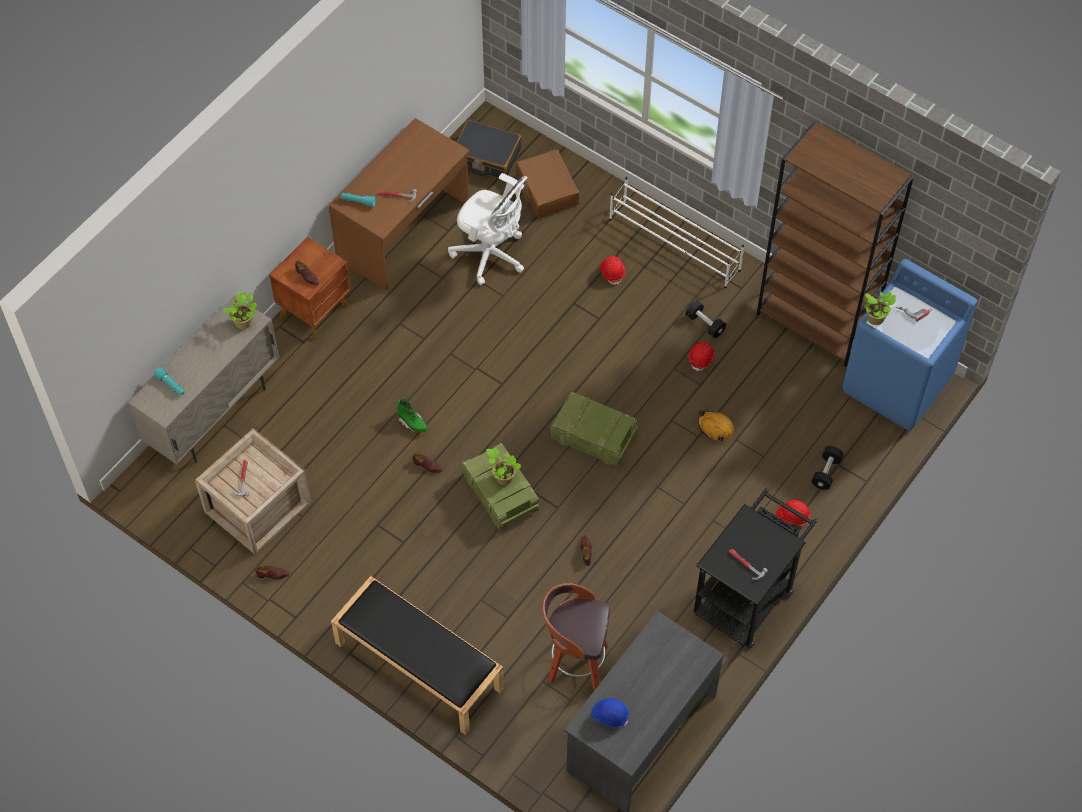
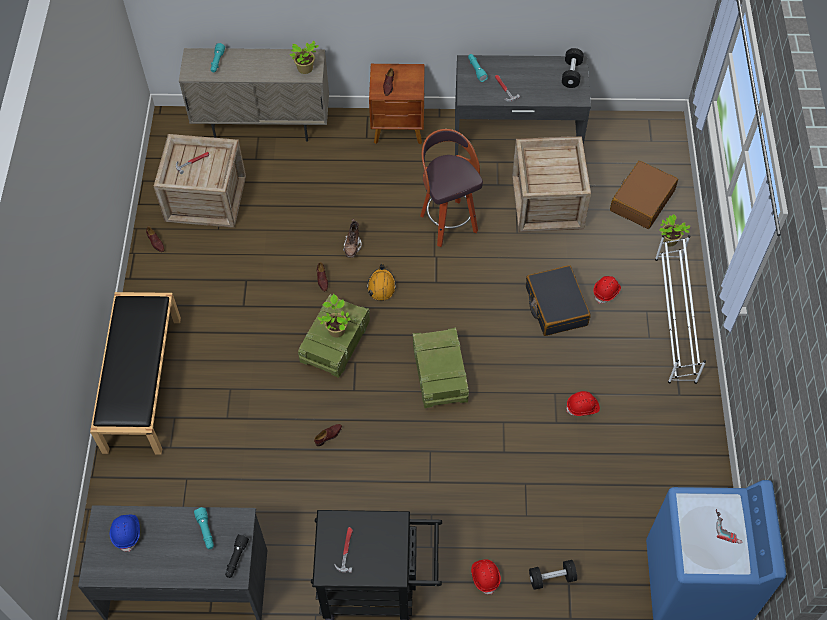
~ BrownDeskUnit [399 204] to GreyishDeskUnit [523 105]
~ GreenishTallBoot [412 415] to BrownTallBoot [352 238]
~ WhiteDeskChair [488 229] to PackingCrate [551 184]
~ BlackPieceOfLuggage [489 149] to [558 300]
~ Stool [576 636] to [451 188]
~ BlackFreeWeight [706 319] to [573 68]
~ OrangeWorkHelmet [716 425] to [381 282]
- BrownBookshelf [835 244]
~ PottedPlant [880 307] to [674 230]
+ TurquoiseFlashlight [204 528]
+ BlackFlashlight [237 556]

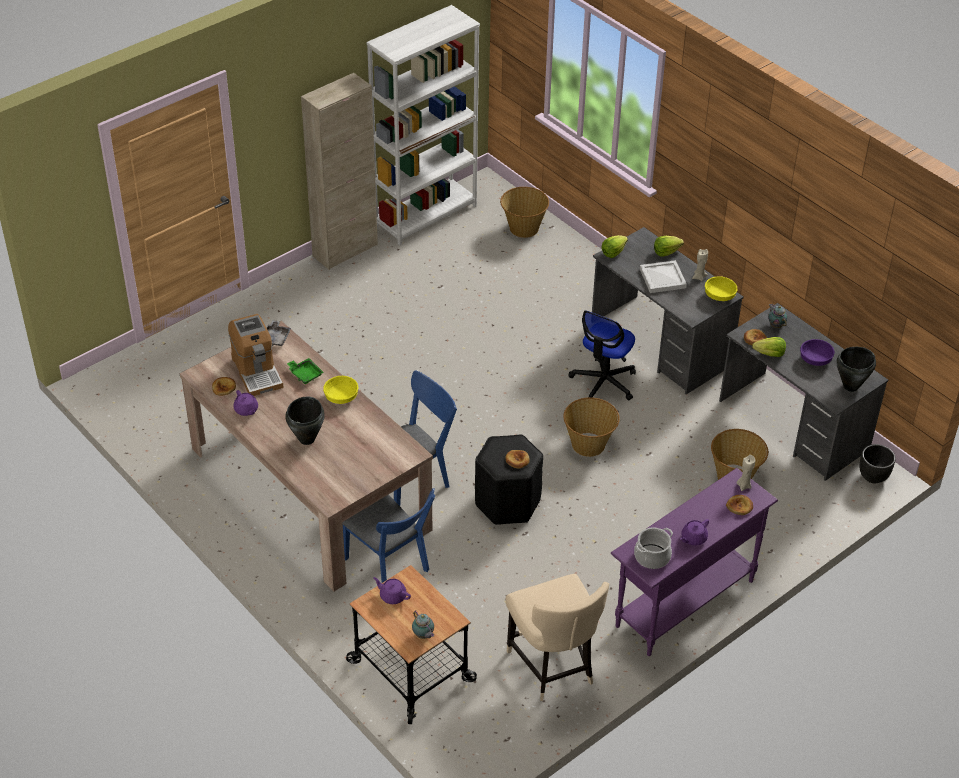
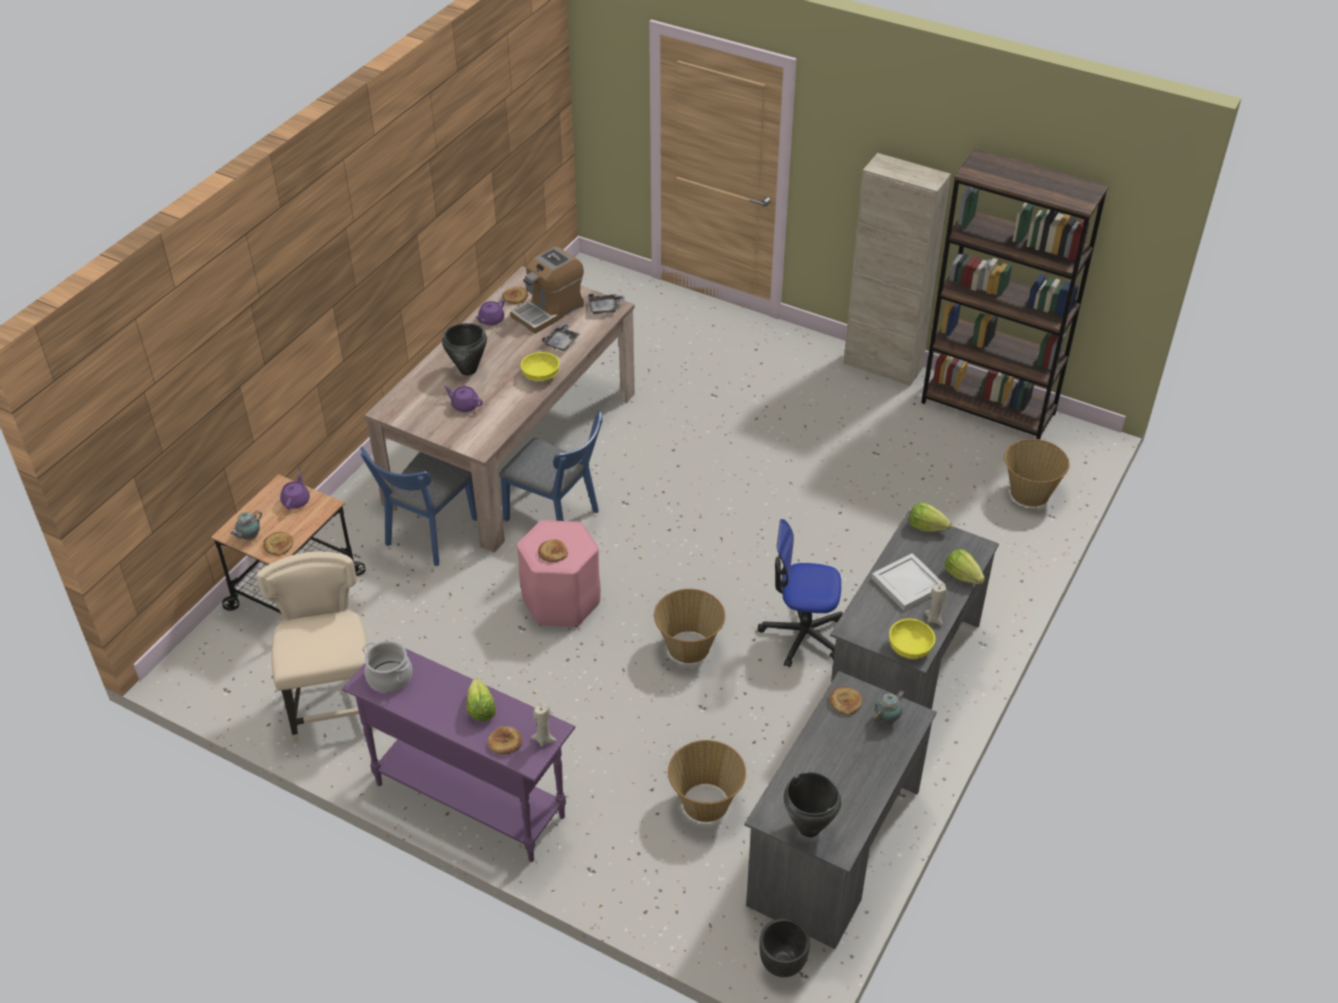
~ GreenishServingTray [305 371] to GreyishServingTray [561 336]
~ WhiteBookshelf [423 125] to BrownBookshelf [1015 293]
~ BlackStool [509 480] to PinkishStool [559 573]
~ SandColouredUprightChair [557 637] = [312 647] 120 degrees clockwise
~ PurplishTeapot [694 532] to [463 399]
~ LettuceHead [769 347] to [481 700]
- PurplishBowl [817 352]
+ Bread [278 544]

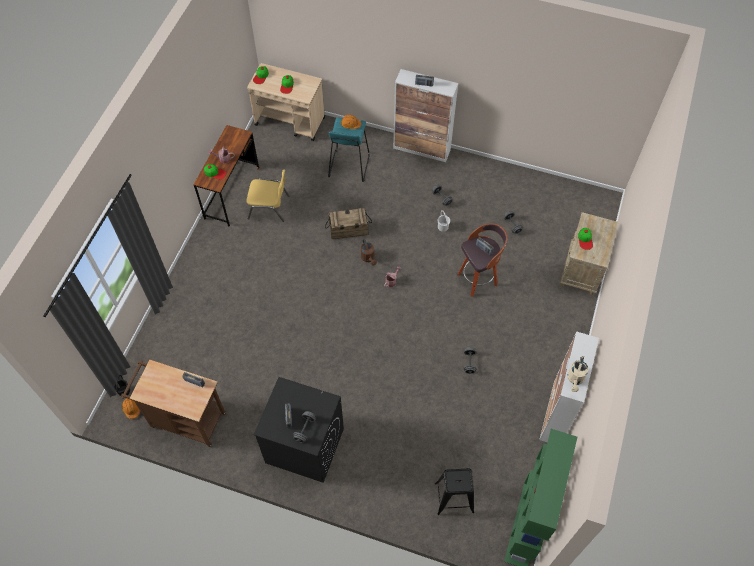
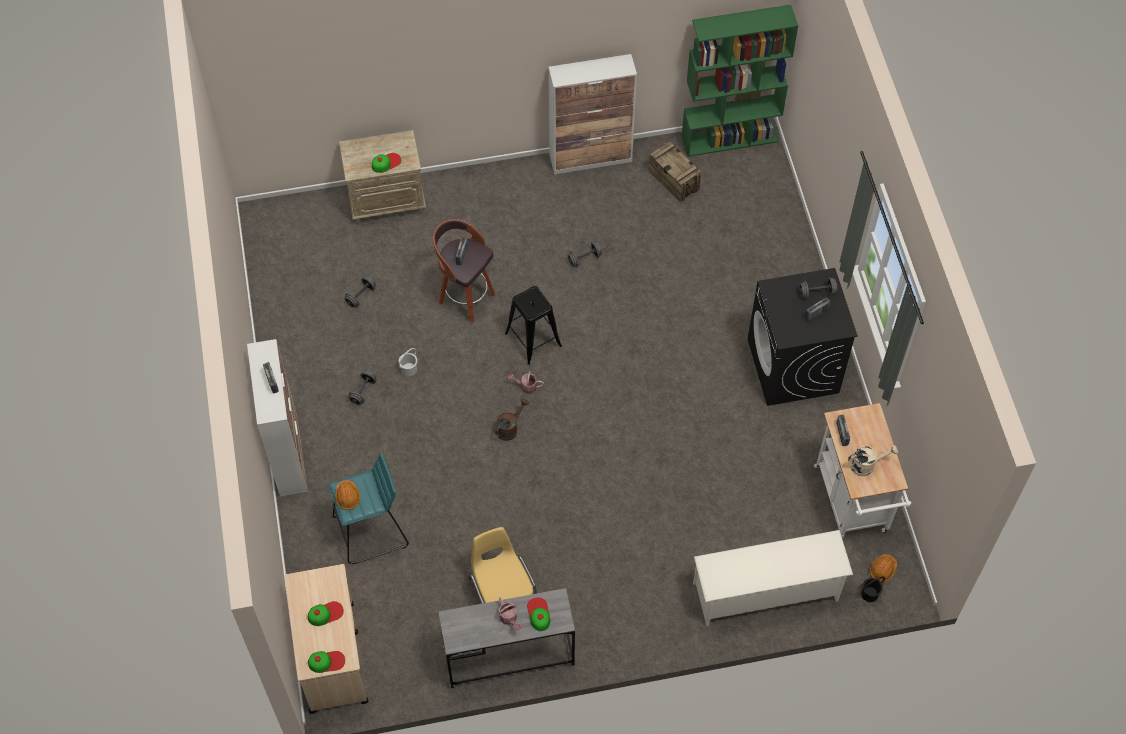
~ BrownTrolley [173 403] to WhiteTrolley [862 470]
~ BrownDeskUnit [226 175] to GreyishDeskUnit [507 638]
~ PackingCrate [348 223] to [674 171]
~ BlackStool [454 491] to [533 325]
~ SandColouredSprinklingCan [578 374] to [873 460]
+ WhiteShoeRack [773 578]

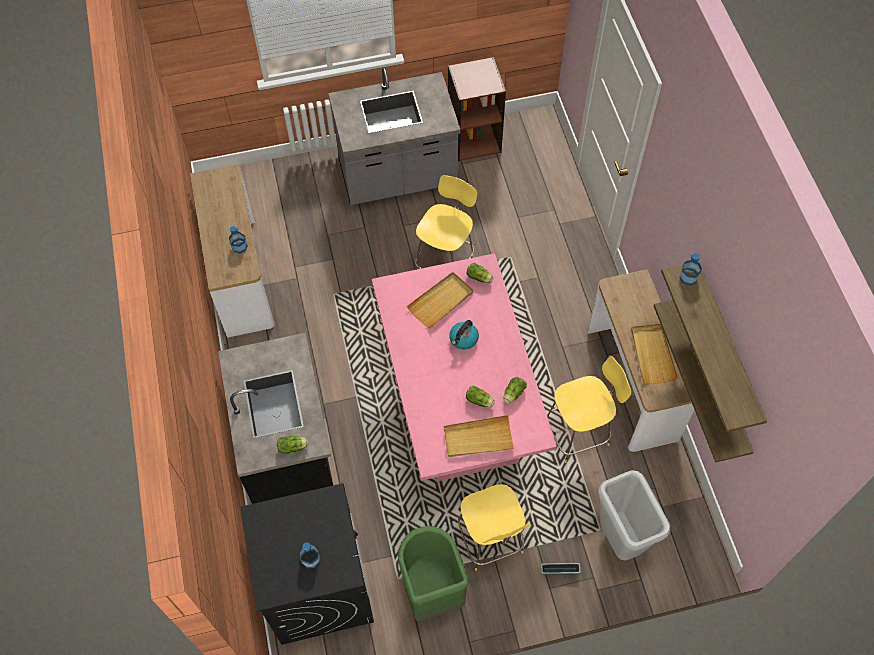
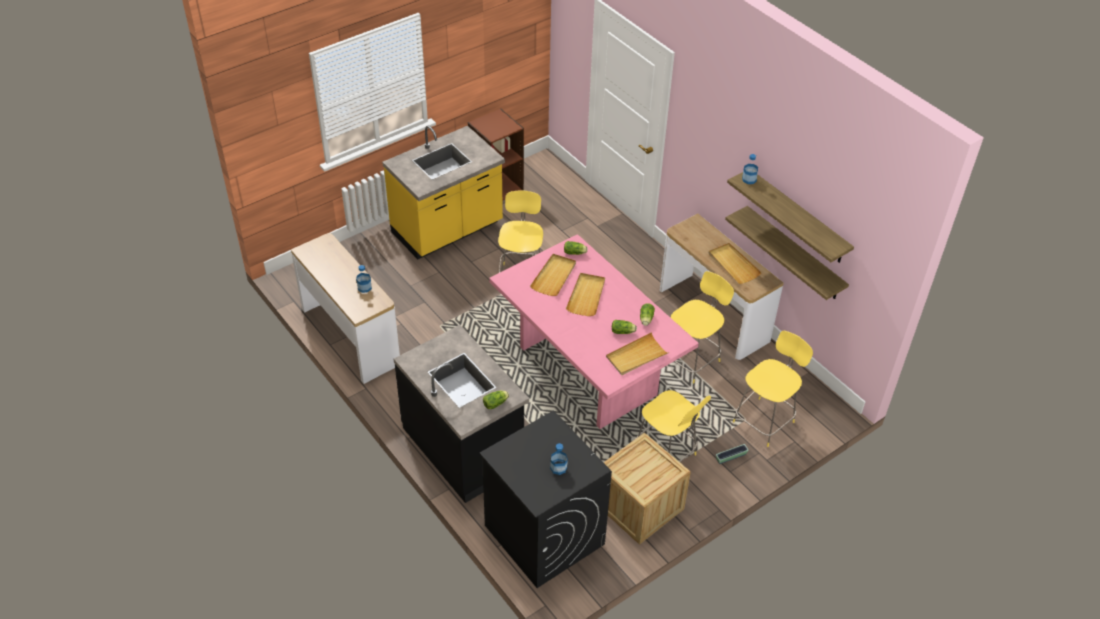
~ GreyishKitchenBaseUnit [394 136] to YellowKitchenBaseUnit [443 192]
~ GreenishRubbishBin [433 573] to PackingCrate [647 488]
~ WaterKettle [464 334] to SandColouredServingTray [585 294]
~ GreyishRubbishBin [634 515] to YellowStool [773 389]

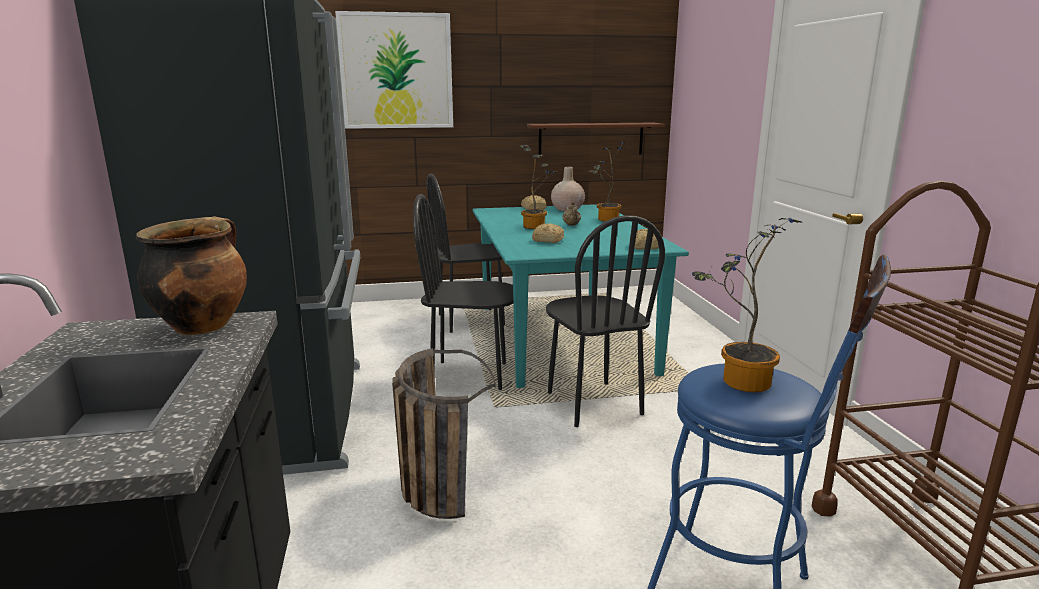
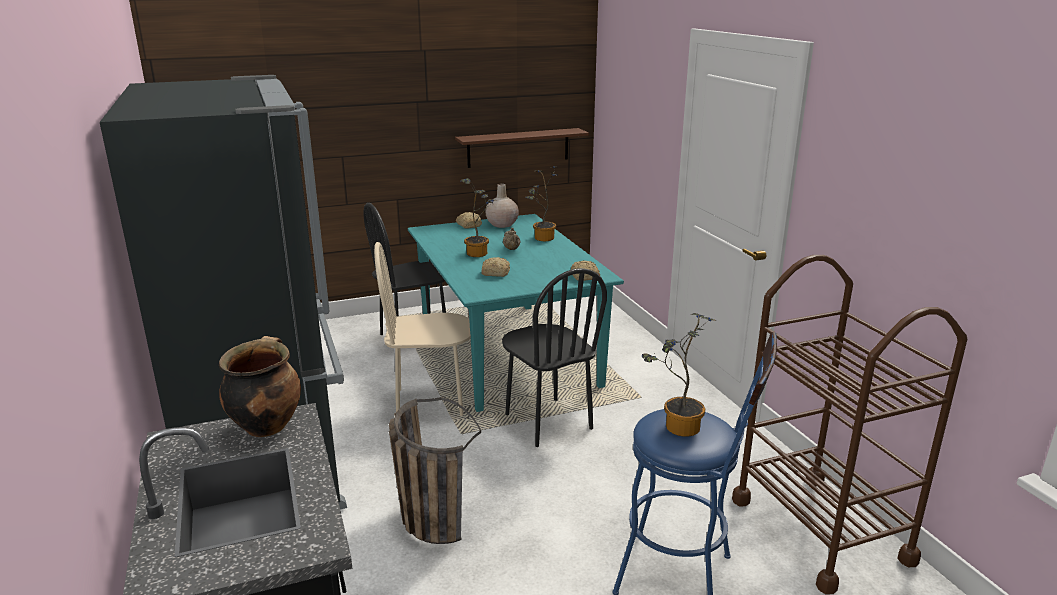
- Picture [394 70]
~ BlackUprightChair [463 292] to SandColouredUprightChair [422 329]

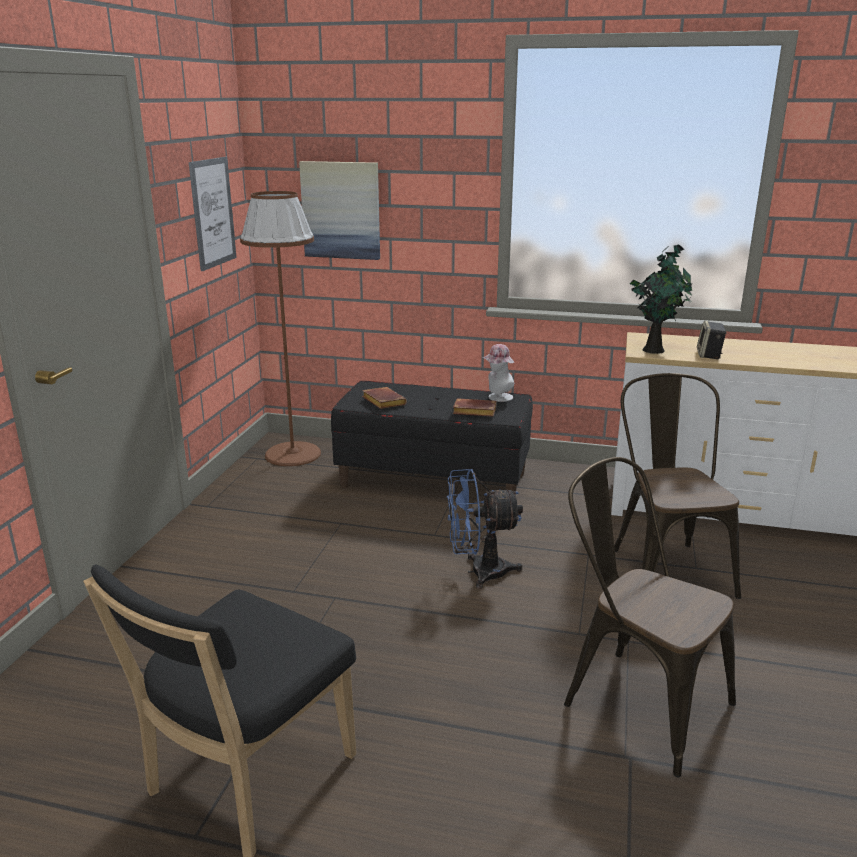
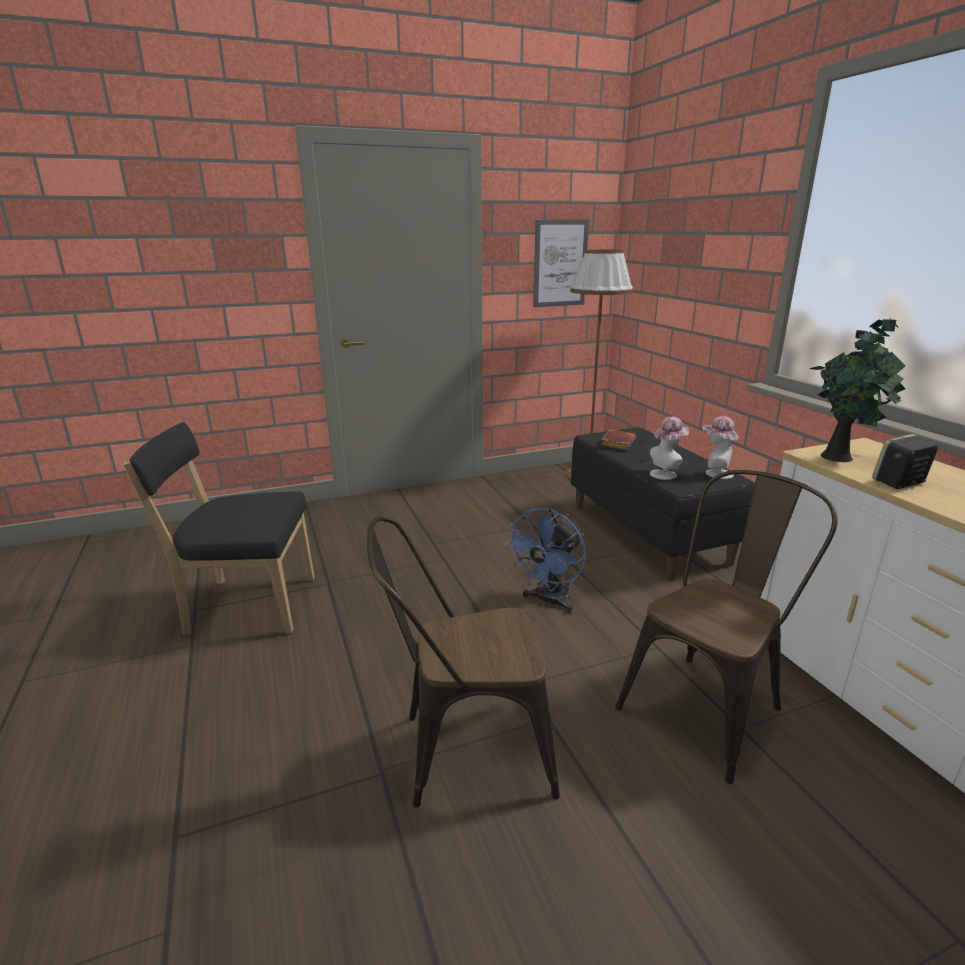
- Picture [339 210]
~ BluishCoolingFan [485 529] = [545 560] 105 degrees counterclockwise
~ BrownBook [474 407] to ClothingHat [669 448]
~ BrownUprightChair [650 617] = [463 662] 105 degrees counterclockwise

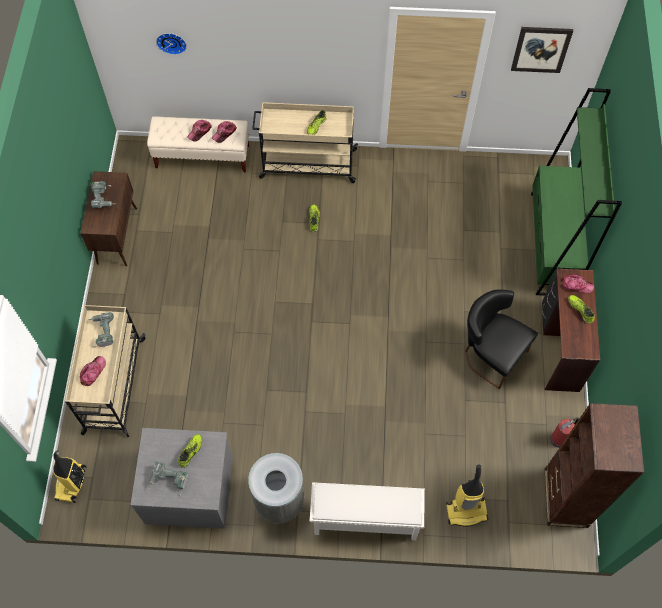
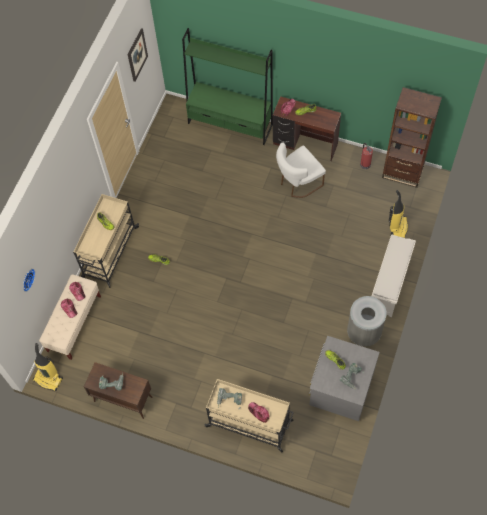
~ Vacuum [69 477] to [48 367]
~ BlackUprightChair [501 339] to WhiteUprightChair [301 170]

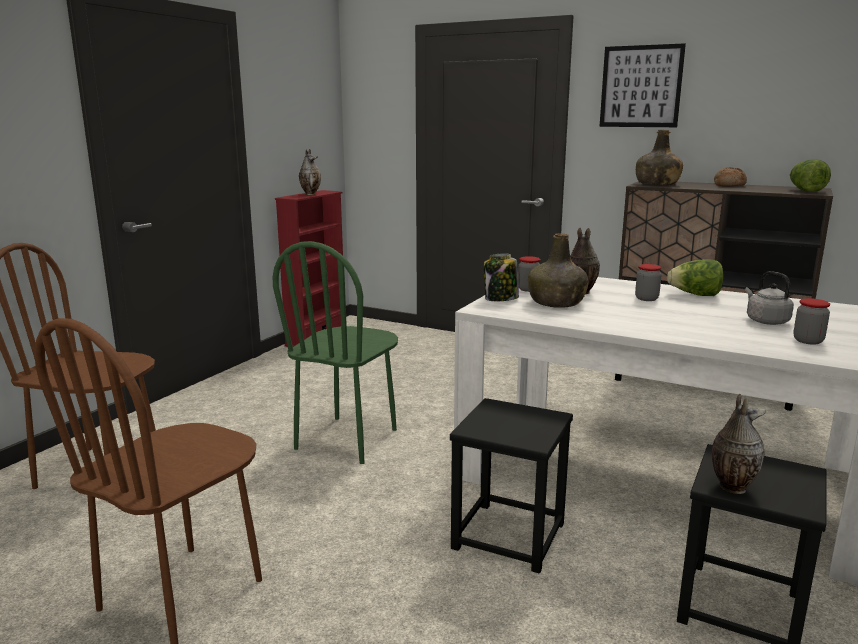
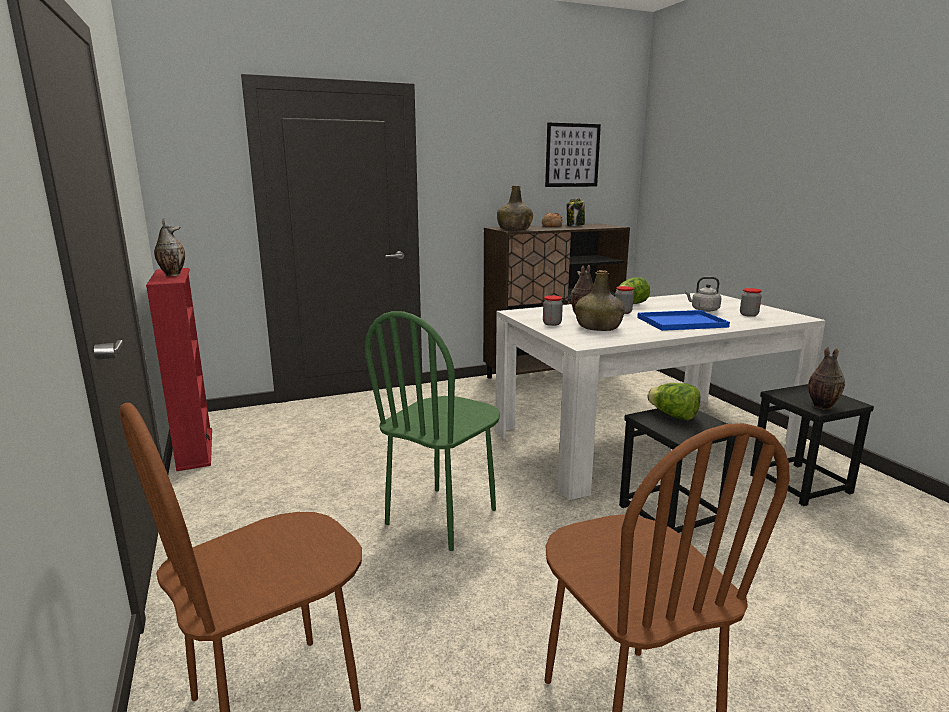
~ GreenishUprightChair [335 352] = [432 431] 60 degrees clockwise
~ Jar [501 277] to [576 212]
~ Picture [642 85] to [573 155]
~ LettuceHead [810 175] to [673 402]
+ BluishServingTray [683 320]

